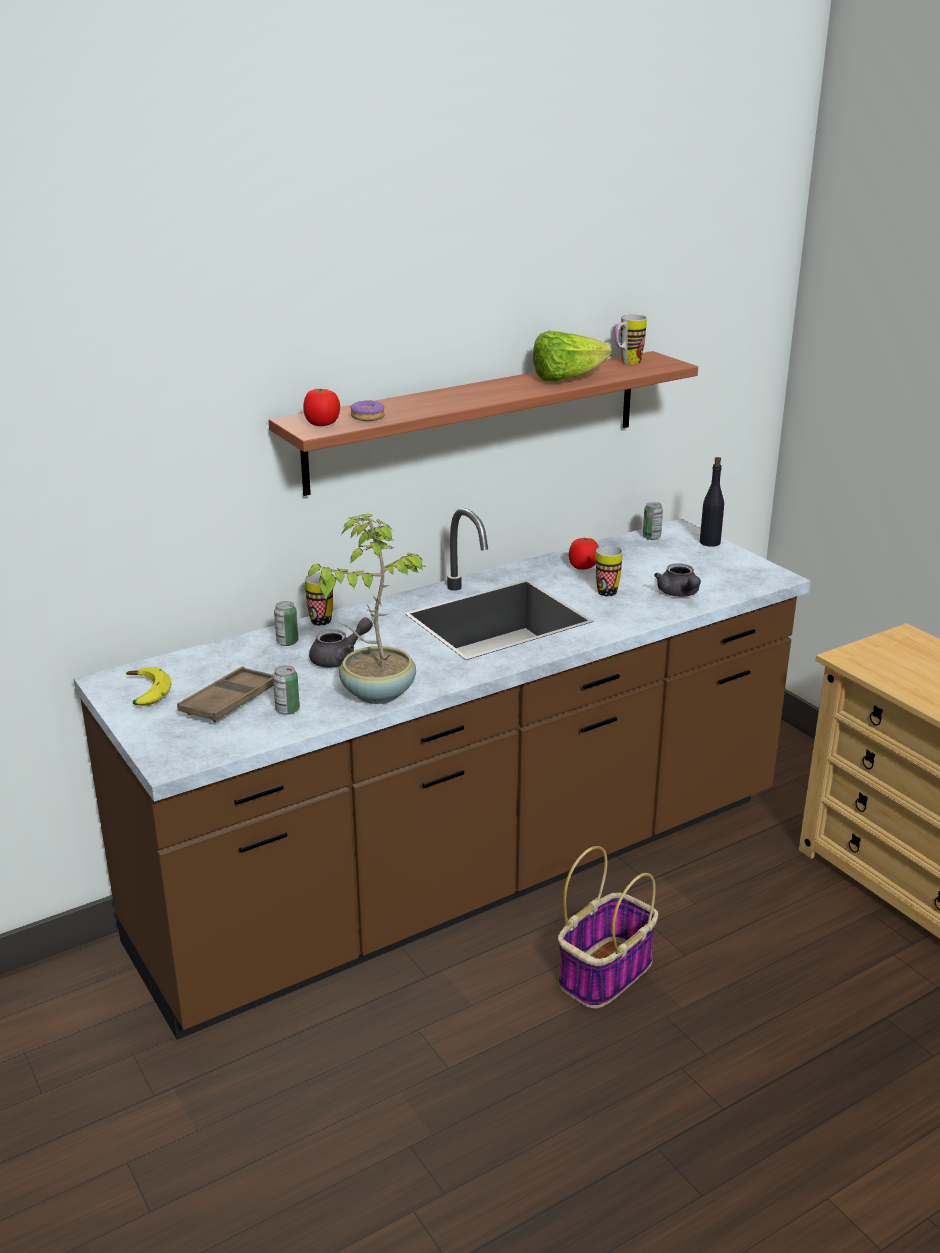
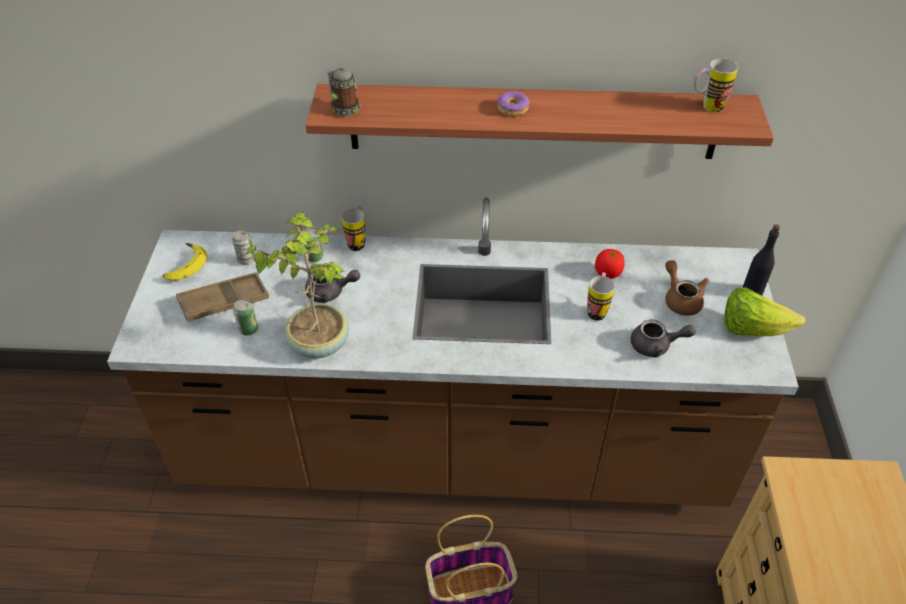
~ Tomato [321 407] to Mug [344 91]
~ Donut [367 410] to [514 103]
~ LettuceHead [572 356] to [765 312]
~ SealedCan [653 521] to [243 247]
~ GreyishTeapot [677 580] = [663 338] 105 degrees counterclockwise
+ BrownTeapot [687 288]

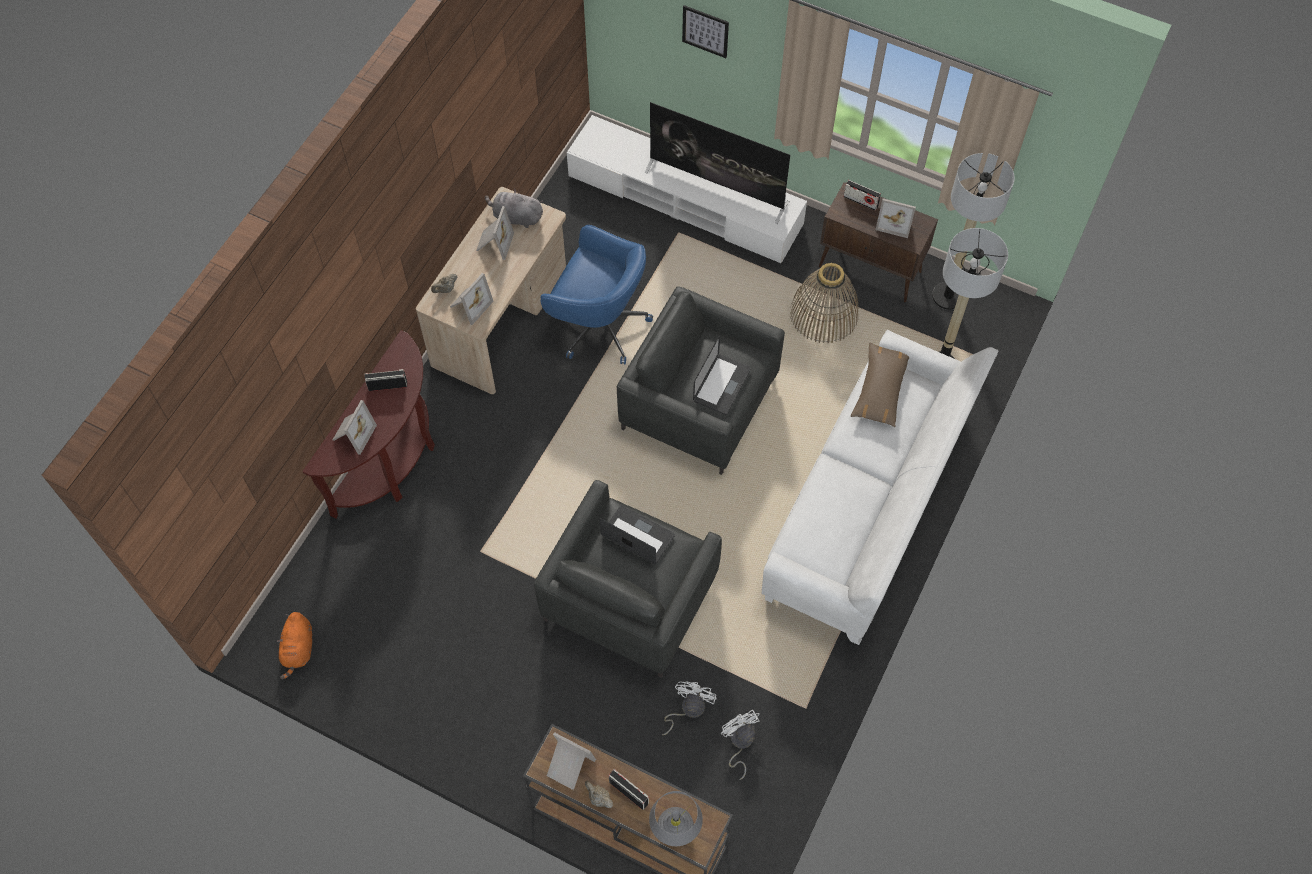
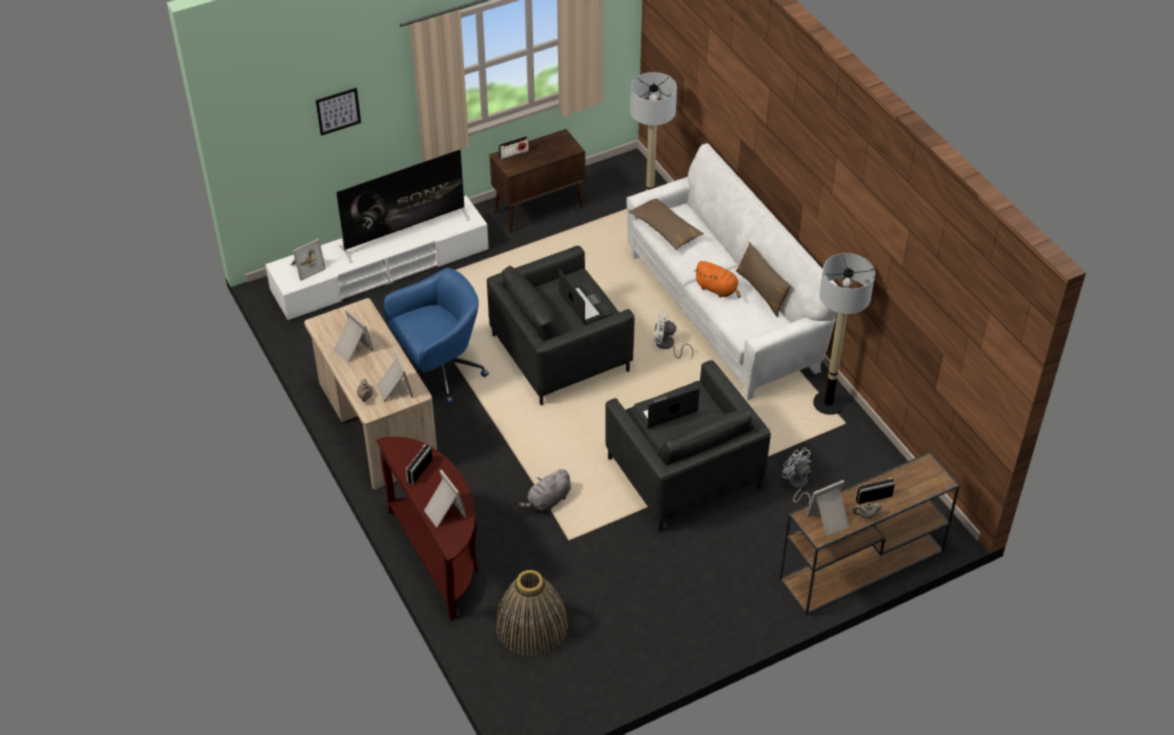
~ OrangeCuddlyToy [294 645] to [717 279]
~ GreyishCuddlyToy [514 208] to [545 490]
- GreyishTableLamp [676 818]
~ WhiteCoolingFan [740 745] to [674 334]
~ HouseholdBasket [824 303] to [531 613]
~ StandingFrame [895 218] to [308 260]
~ StandingLamp [973 231] to [844 334]
+ BrownCushion [764 279]

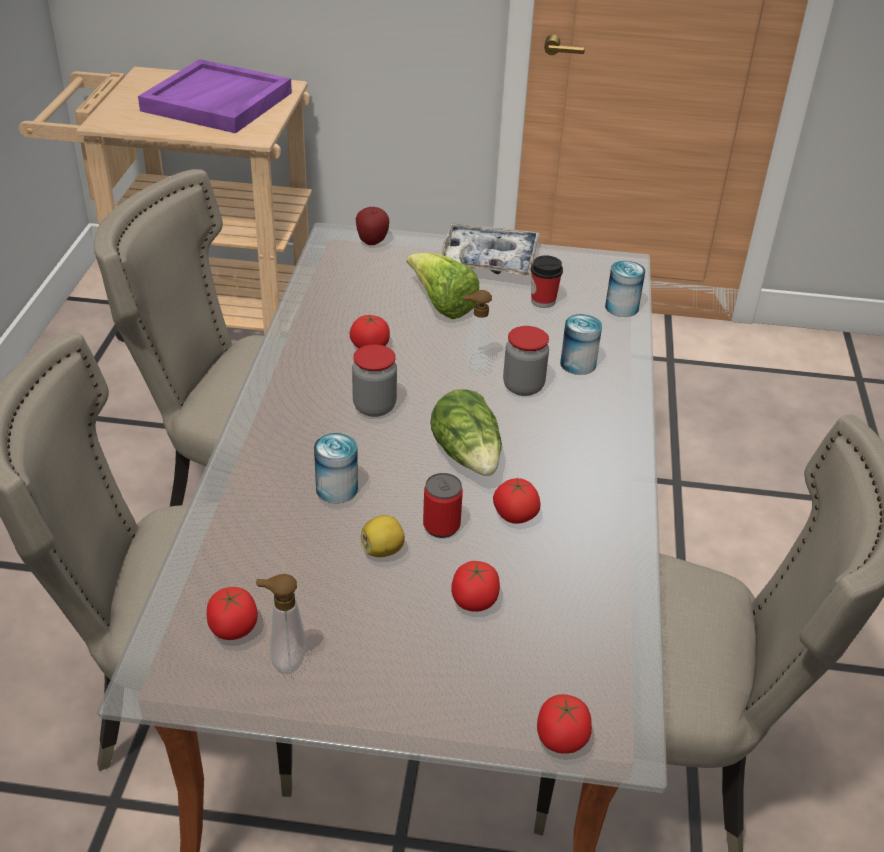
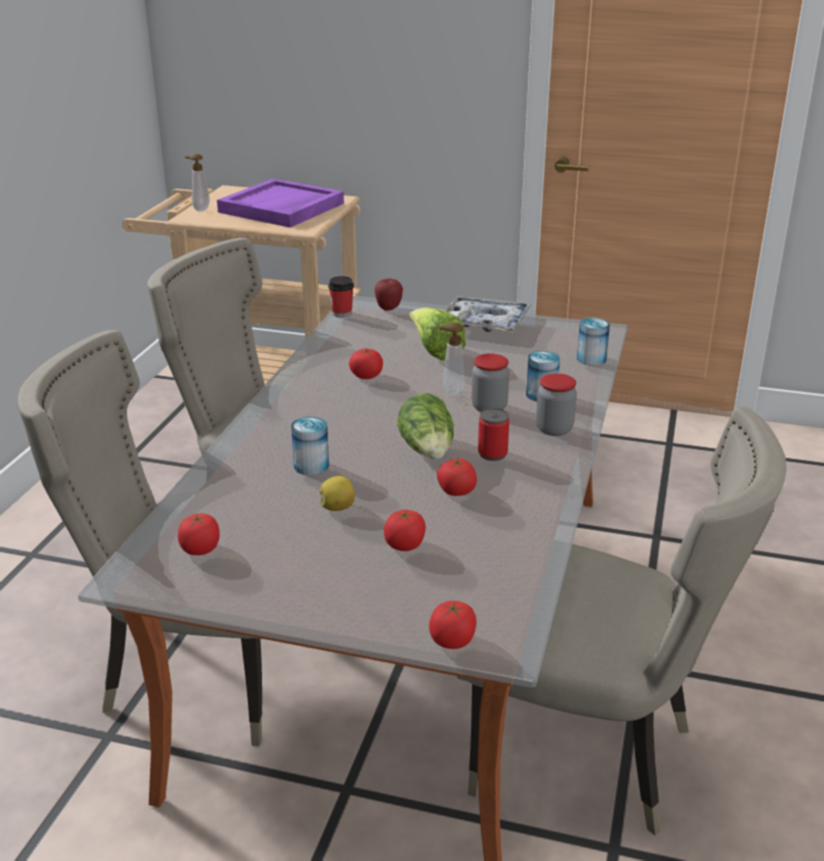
~ SoapBottle [281 624] to [197 183]
~ Jar [374 381] to [556 404]
~ SealedCan [443 505] to [493 434]
~ Cup [547 281] to [341 296]

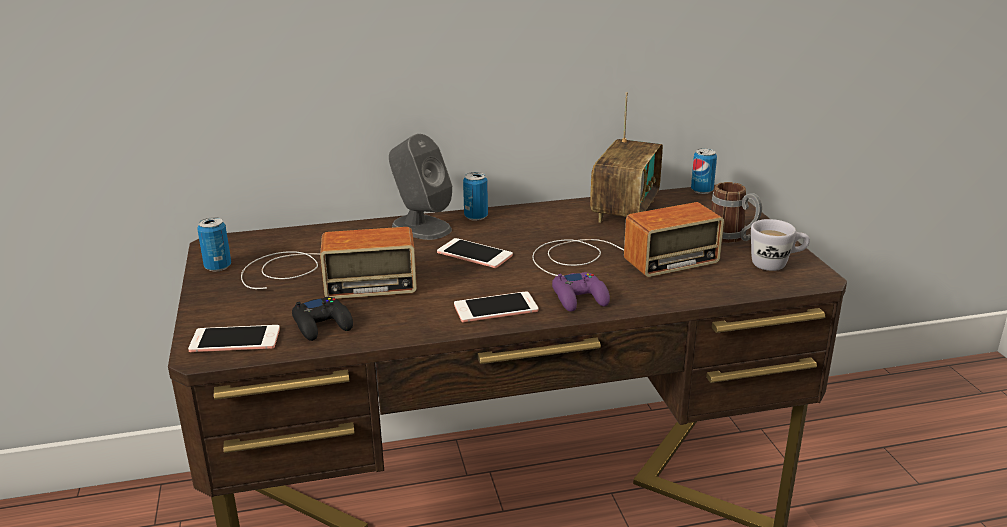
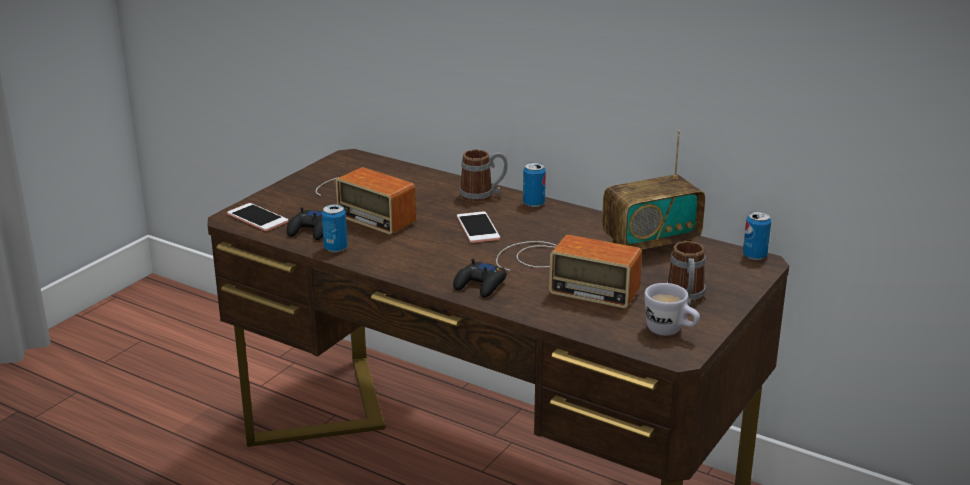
~ SealedCan [214 244] to [335 228]
~ GreyishLoudspeaker [420 187] to Mug [483 176]
- Telephone [496 306]
~ PurplishGamepad [581 292] to BlackGamepad [479 278]

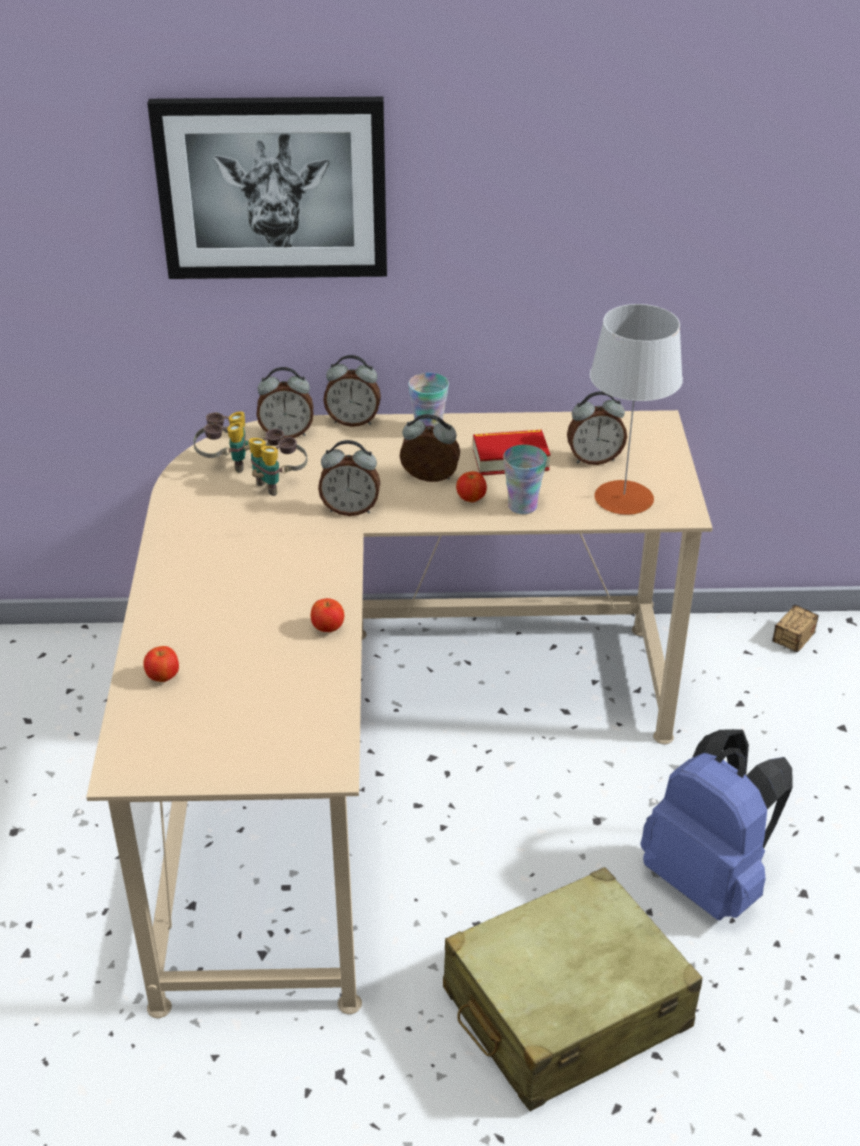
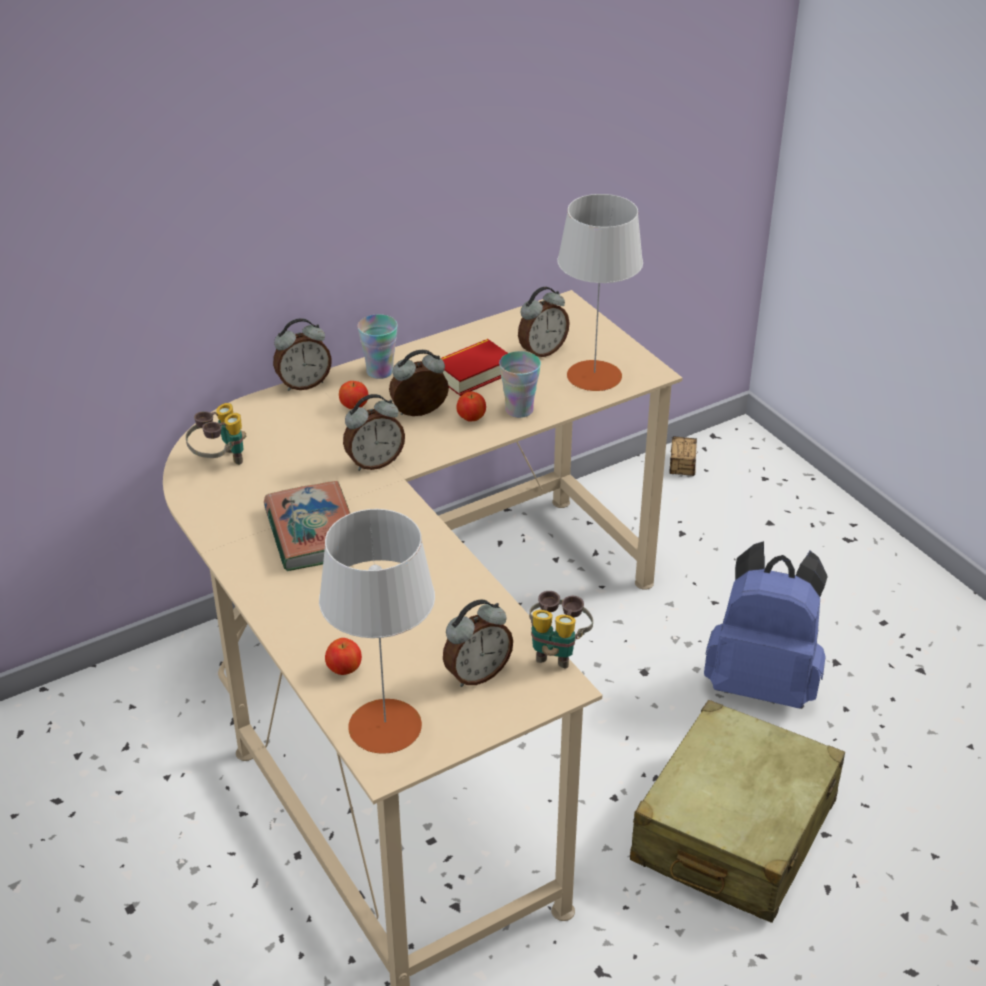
- Picture [267 188]
~ FieldGlasses [278 462] to [561 629]
~ AlarmClock [285 402] to [478 643]
~ Apple [327 615] to [353 395]
+ Book [307 526]
+ GreyishTableLamp [377 631]

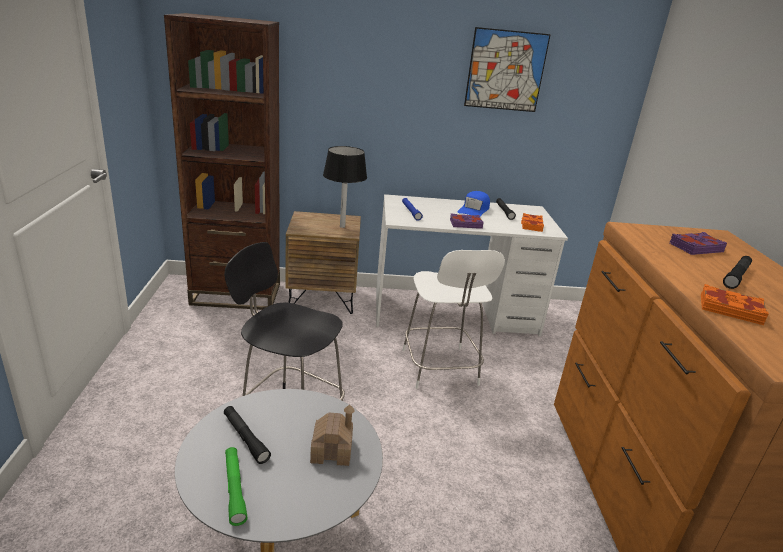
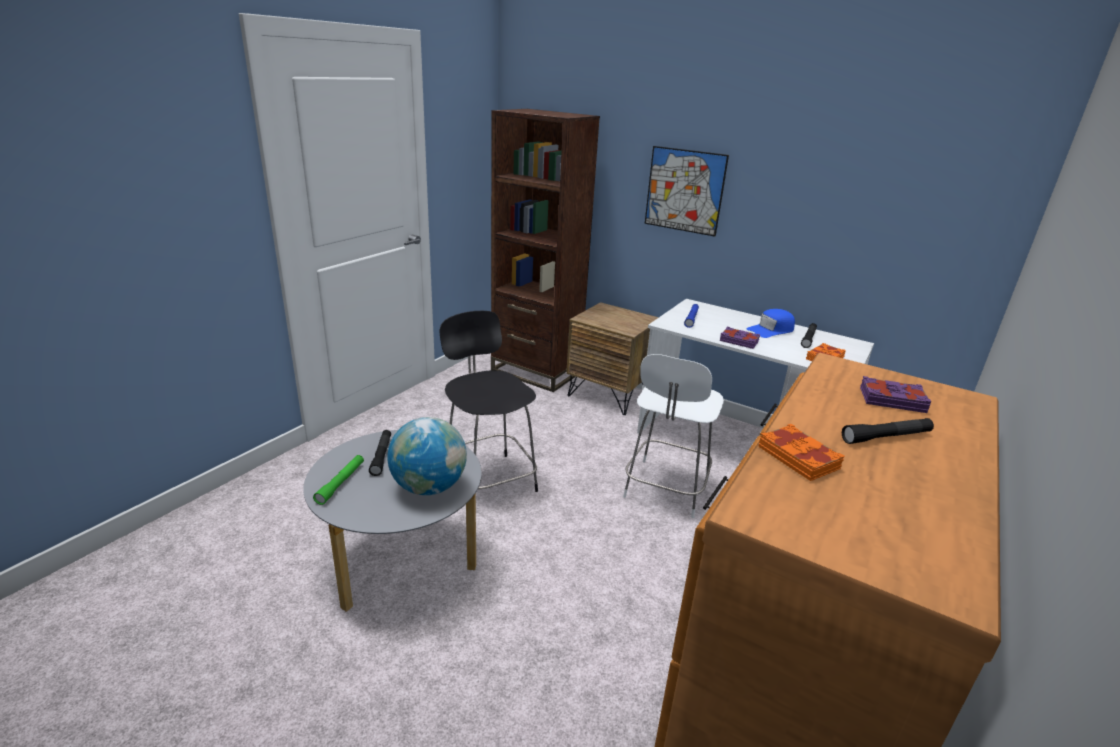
~ ModelHouse [332 435] to Globe [427 456]
- BlackTableLamp [345 187]
~ Picture [507 69] to [687 191]

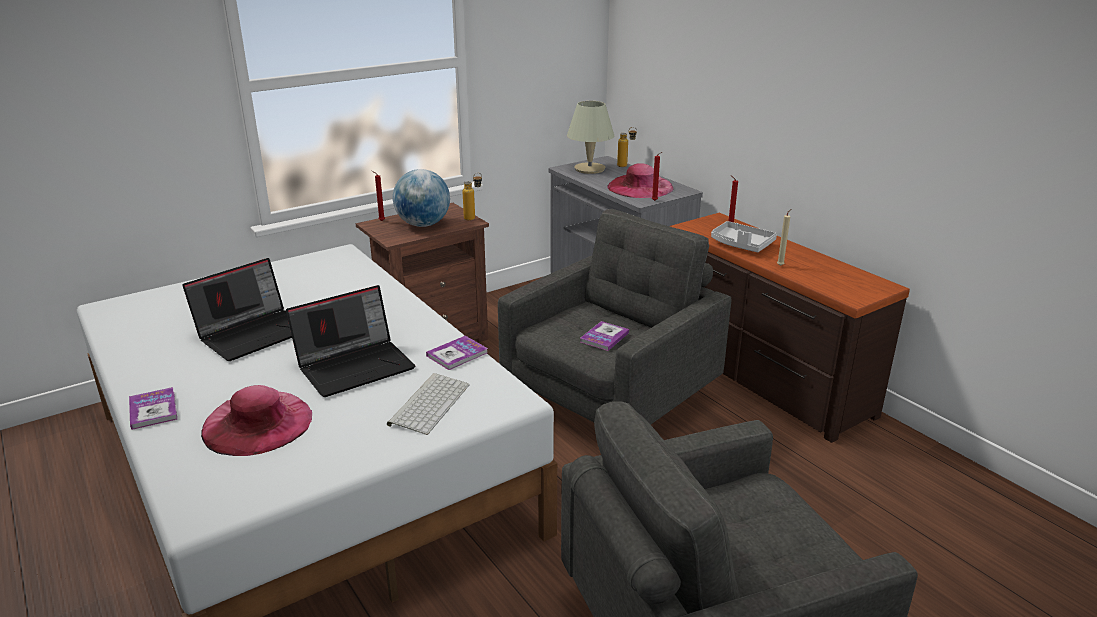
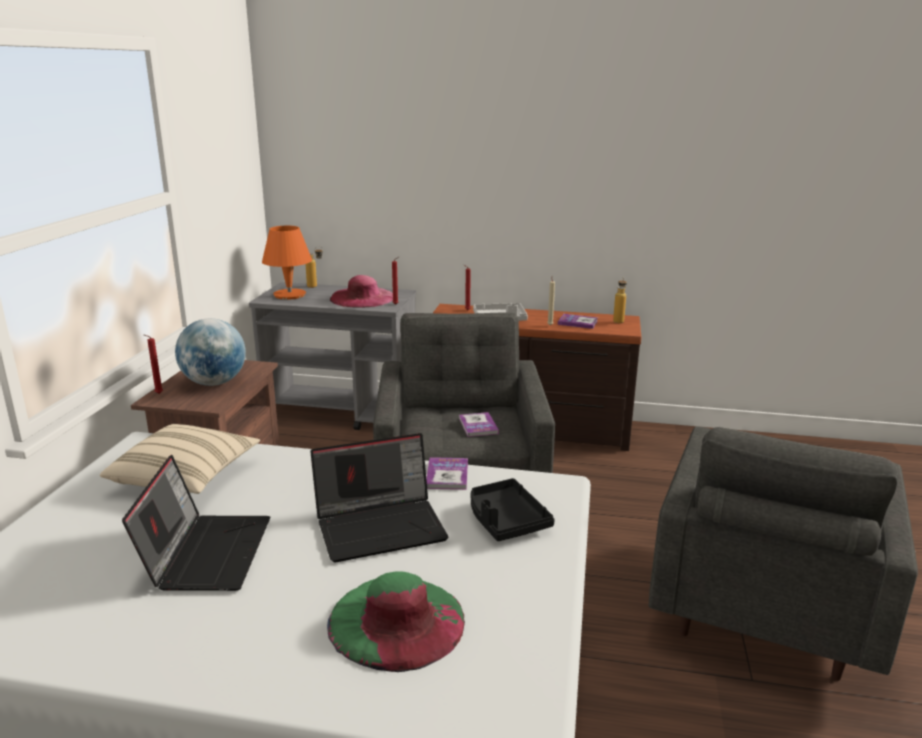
~ Book [153 408] to [578 321]
~ PinkishClothingHat [256 420] to GreenishClothingHat [396 622]
~ NotebookComputer [351 341] = [379 498] 60 degrees clockwise
~ Keyboard [428 404] to BlackServingTray [513 509]
~ Bottle [472 197] to [620 300]
~ SandColouredTableLamp [590 137] to OrangeTableLamp [287 263]
+ SandColouredCushion [180 459]

